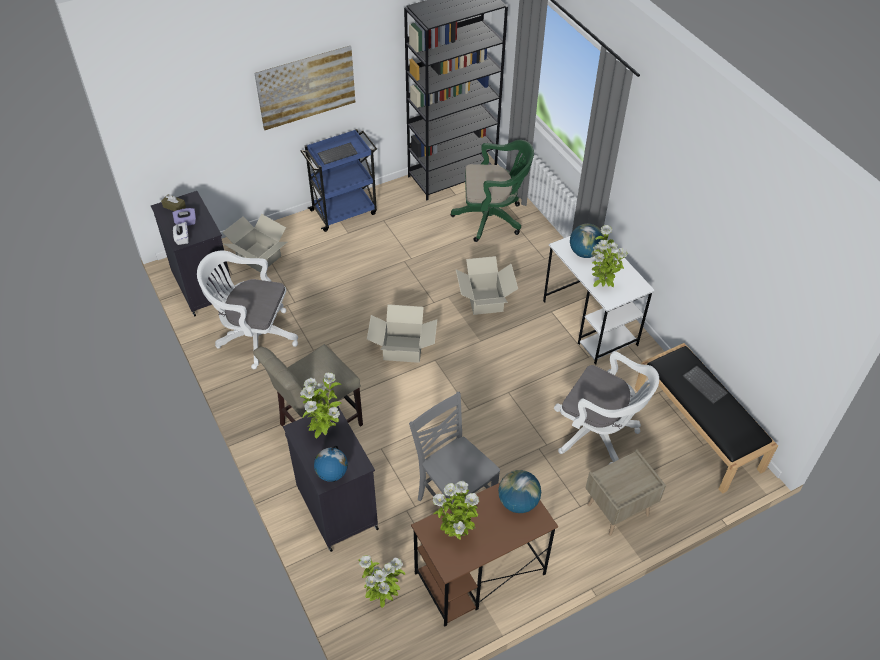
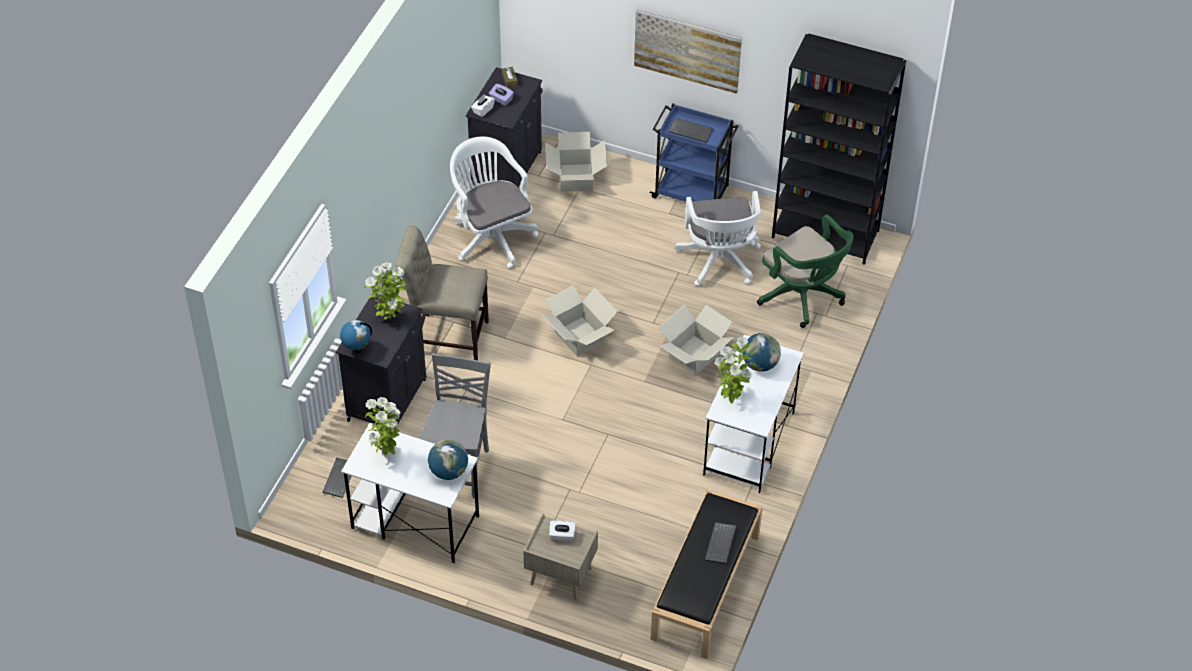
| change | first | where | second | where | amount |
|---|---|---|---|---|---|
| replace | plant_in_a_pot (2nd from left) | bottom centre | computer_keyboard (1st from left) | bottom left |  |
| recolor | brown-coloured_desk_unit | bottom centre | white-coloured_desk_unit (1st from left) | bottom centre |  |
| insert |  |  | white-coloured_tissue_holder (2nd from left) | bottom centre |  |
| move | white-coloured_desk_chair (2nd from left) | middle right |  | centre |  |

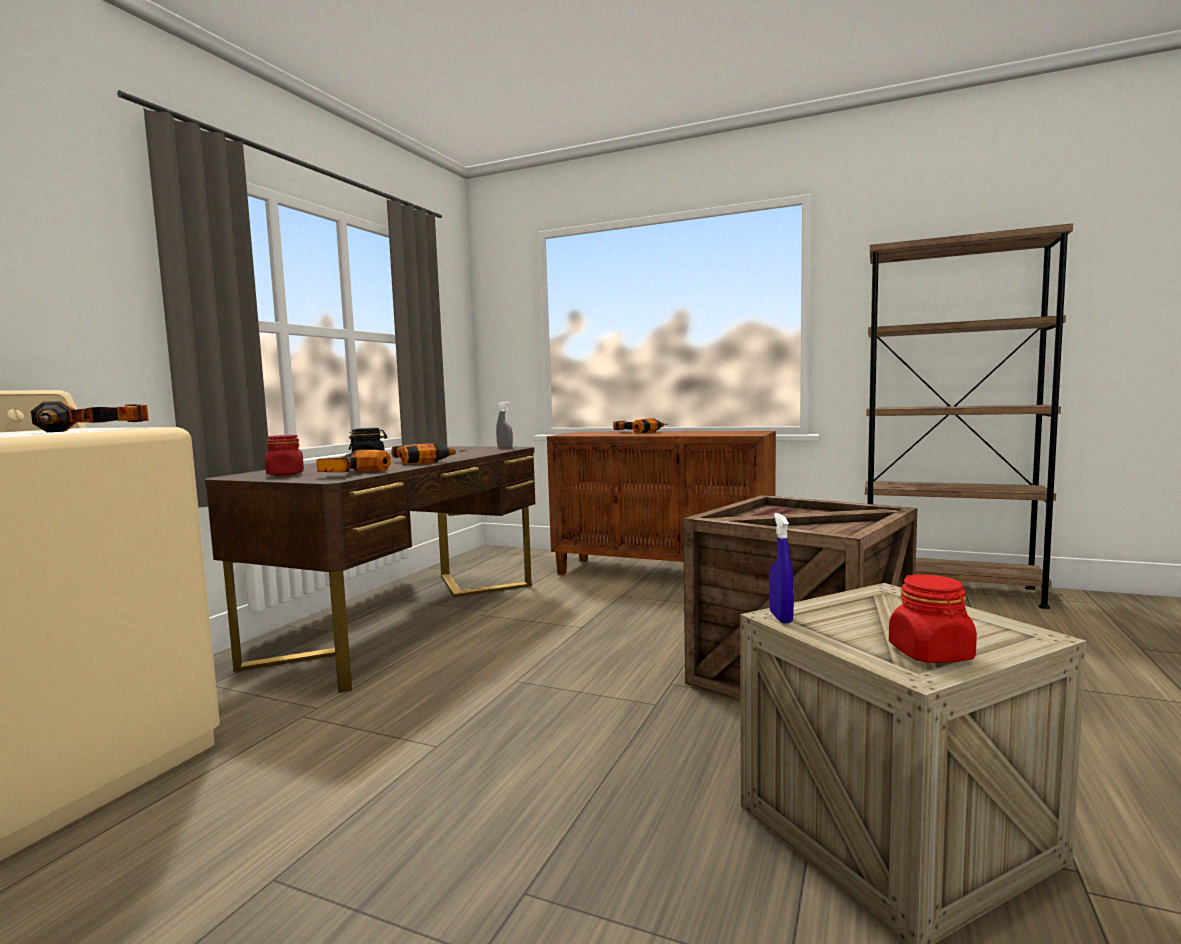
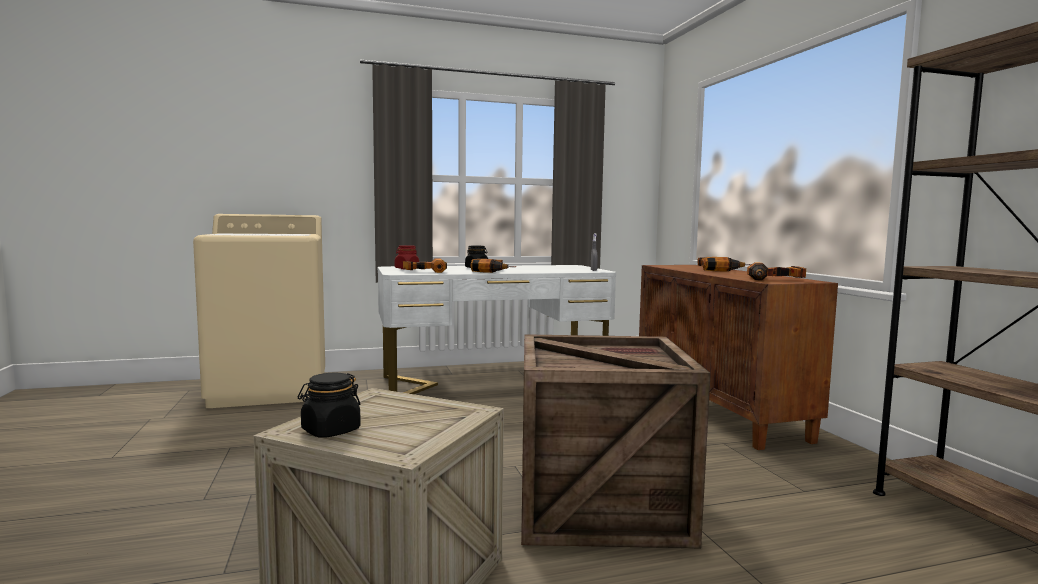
| change | first | where | second | where | amount |
|---|---|---|---|---|---|
| recolor | red_preserve_jar (2nd from left) | middle right | black-coloured_preserve_jar (1st from left) | bottom left |  |
| recolor | brown-coloured_desk_unit | middle left | white-coloured_desk_unit | centre |  |
| move | electric_drill (1st from left in the first image) | middle left | electric_drill (4th from left) | middle right |  |
| delete | bluish_hand_sprayer | centre |  |  |  |

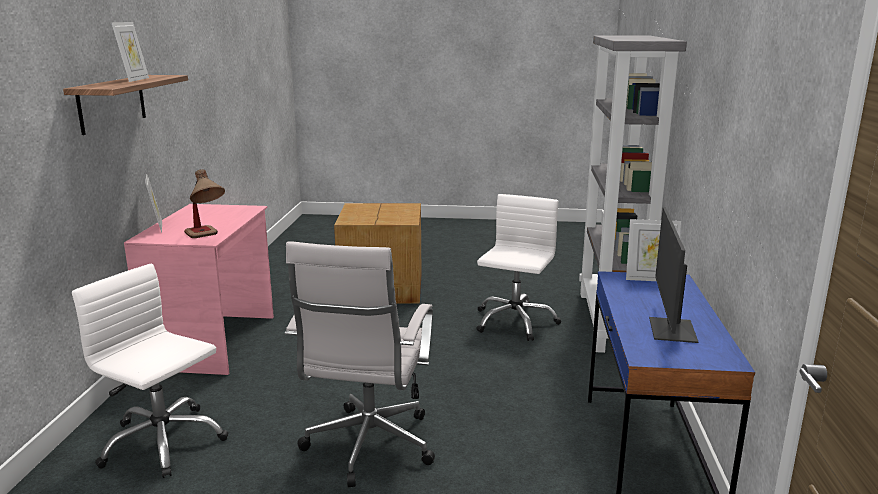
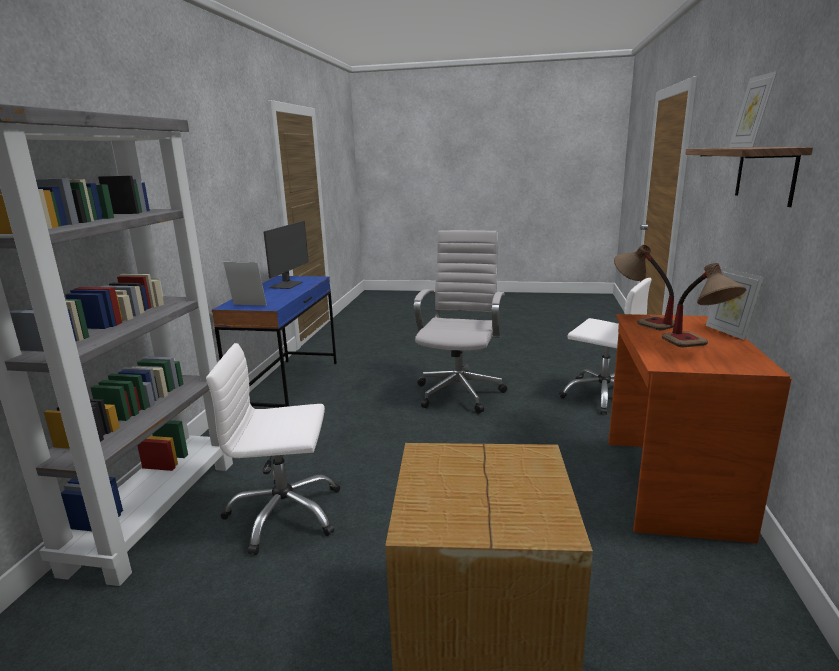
| change | first | where | second | where | amount |
|---|---|---|---|---|---|
| rotate | white-coloured_desk_chair (3rd from left in the first image) | centre | white-coloured_desk_chair (1st from left) | bottom left | 60 degrees clockwise |
| recolor | pink-coloured_desk_unit | middle left | brown-coloured_desk_unit | middle right |  |
| insert |  |  | tabletop_lamp (2nd from left) | middle right |  |

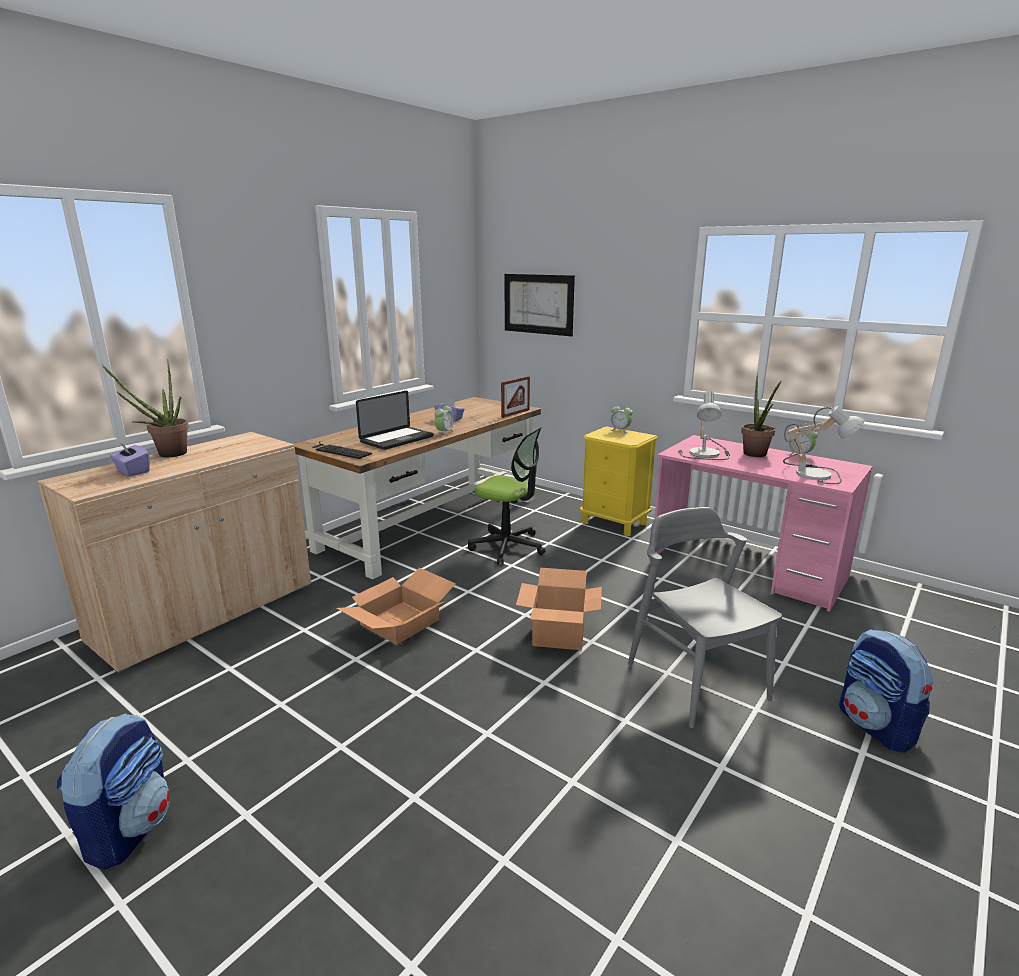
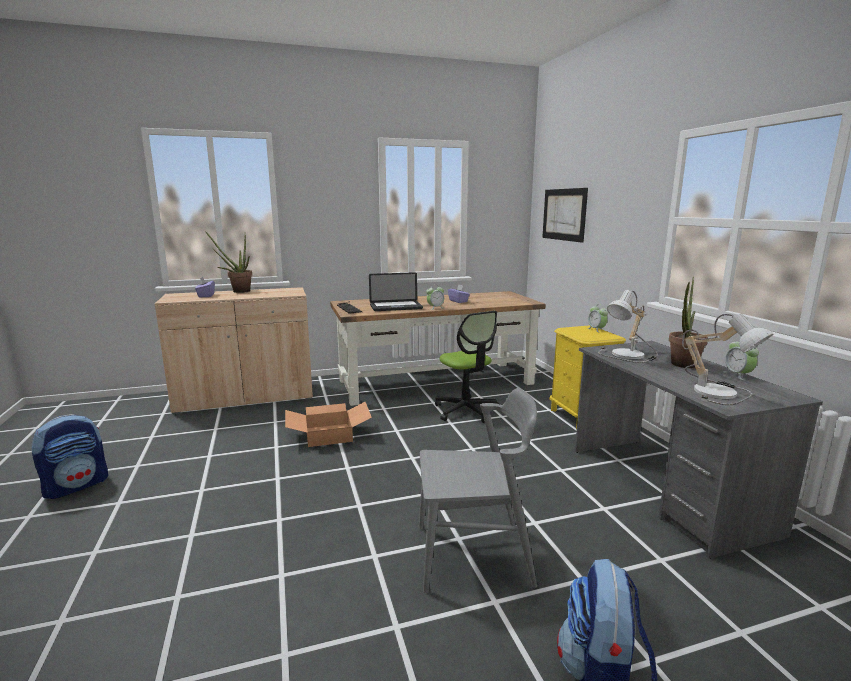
| change | first | where | second | where | amount |
|---|---|---|---|---|---|
| rotate | greyish_chair | middle right |  | bottom centre | 75 degrees clockwise |
| recolor | pink-coloured_desk_unit | middle right | greyish_desk_unit | middle right |  |
| delete | standing_frame | centre |  |  |  |
| delete | carton (2nd from left) | centre |  |  |  |

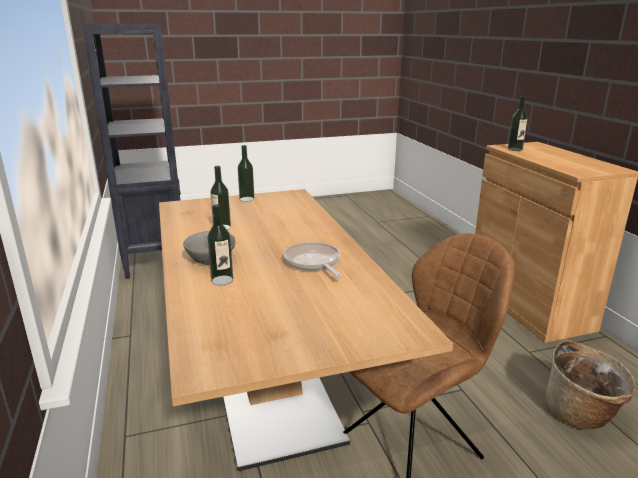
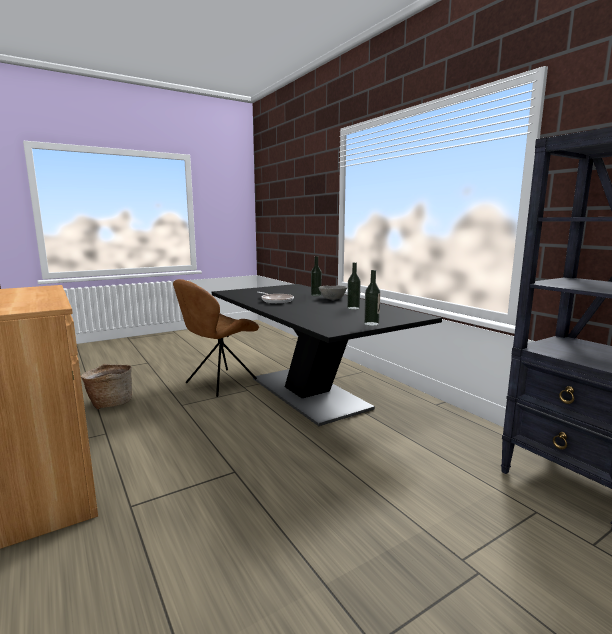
| change | first | where | second | where | amount |
|---|---|---|---|---|---|
| recolor | beige_dinner_table | bottom centre | black-coloured_dinner_table | centre |  |
| delete | drink_bottle (4th from left) | top right |  |  |  |

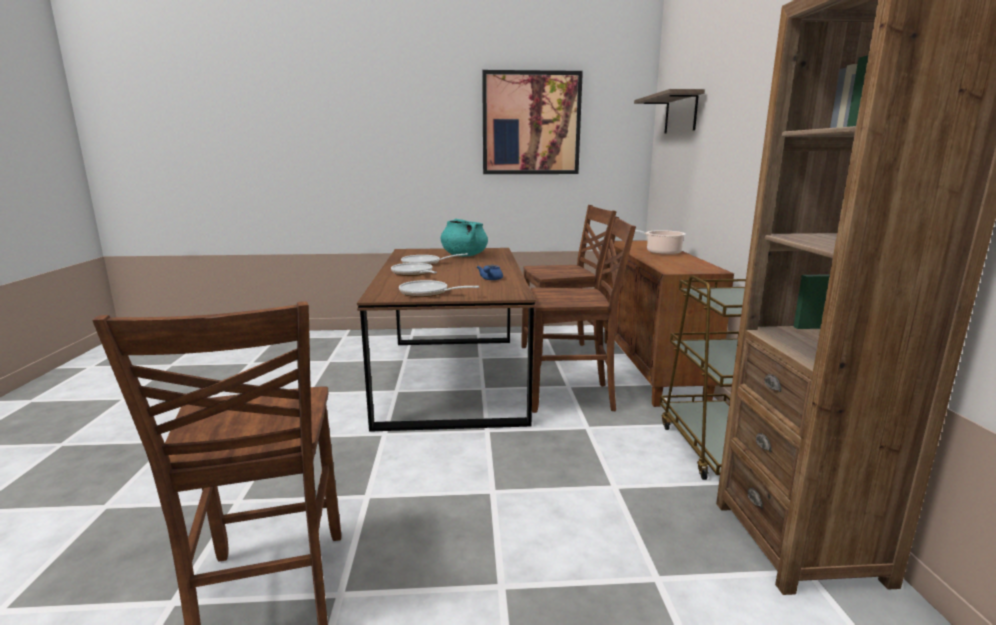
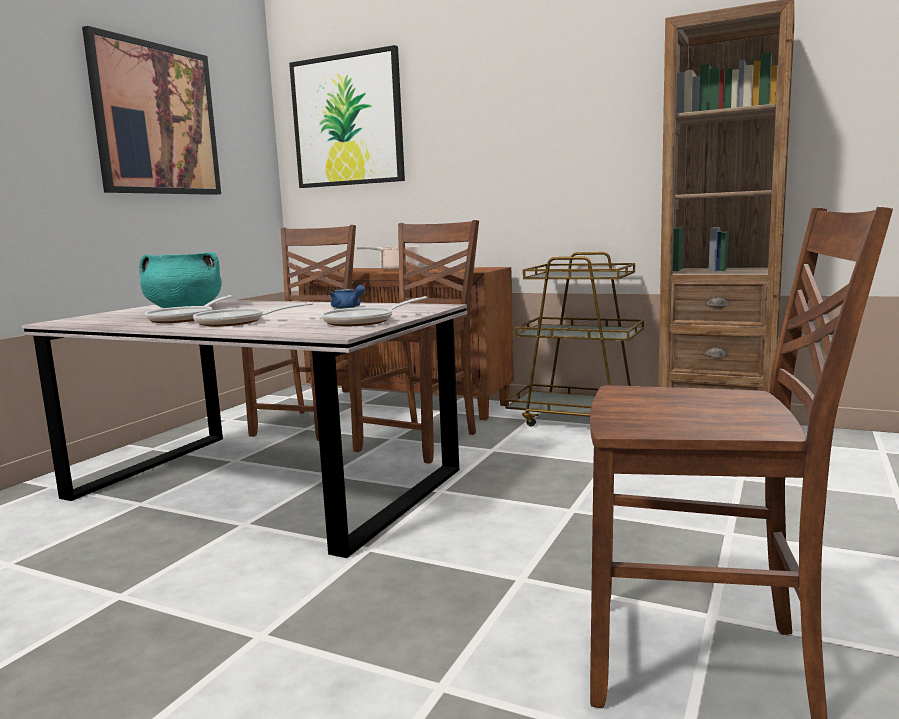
| change | first | where | second | where | amount |
|---|---|---|---|---|---|
| recolor | brown-coloured_dinner_table | centre | greyish_dinner_table | middle left |  |
| replace | shelf | top right | wall_picture (2nd from left) | top centre |  |

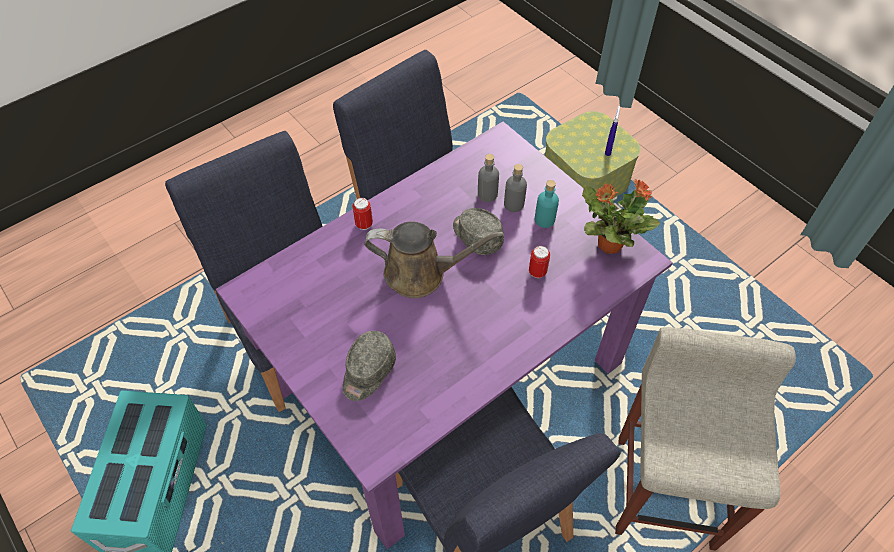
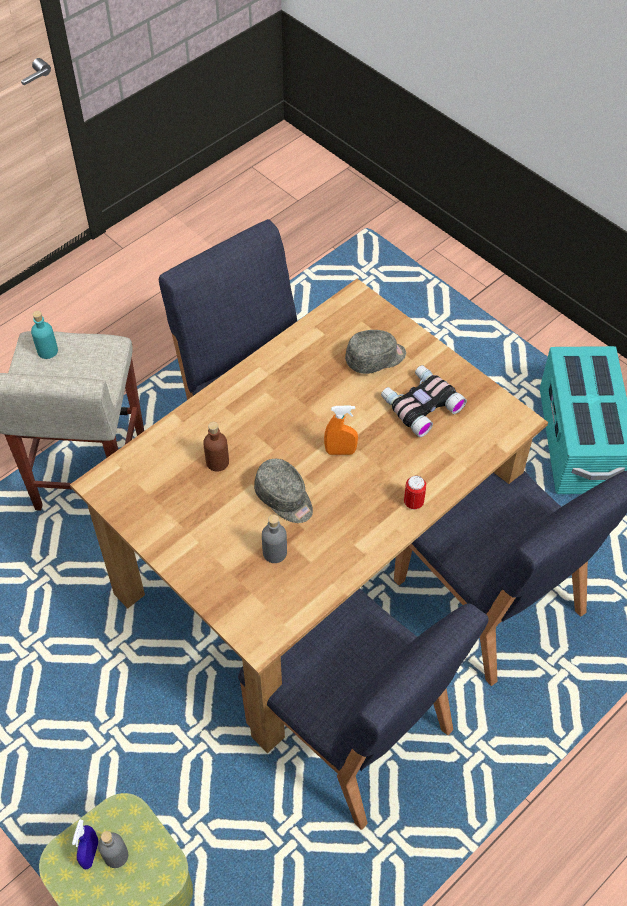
| change | first | where | second | where | amount |
|---|---|---|---|---|---|
| move | turquoise_drink_bottle | centre |  | middle left |  |
| recolor | purplish_dinner_table | centre | brown-coloured_dinner_table | centre |  |
| move | greyish_drink_bottle (2nd from left in the first image) | centre | greyish_drink_bottle (1st from left) | bottom left |  |
| replace | can (2nd from left) | centre | brown-coloured_drink_bottle | centre |  |
| replace | brown-coloured_watering_can | centre | orange-coloured_hand_sprayer | centre |  |
| rotate | greyish_peaked_cap (1st from left in the first image) | centre | greyish_peaked_cap (2nd from left) | centre | 45 degrees clockwise |
| insert |  |  | field_glasses | middle right |  |
| delete | plant_in_a_pot | middle right |  |  |  |

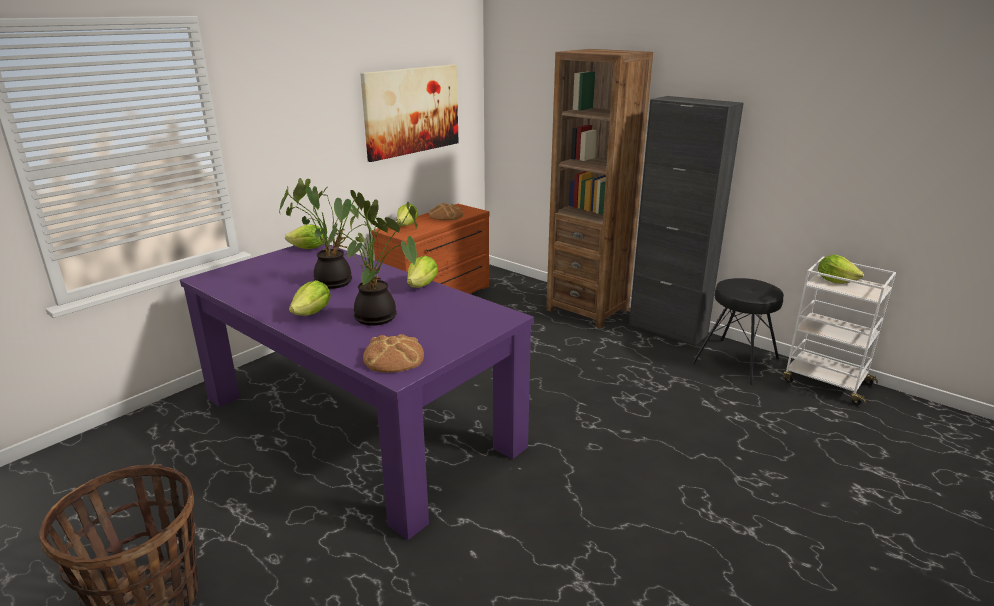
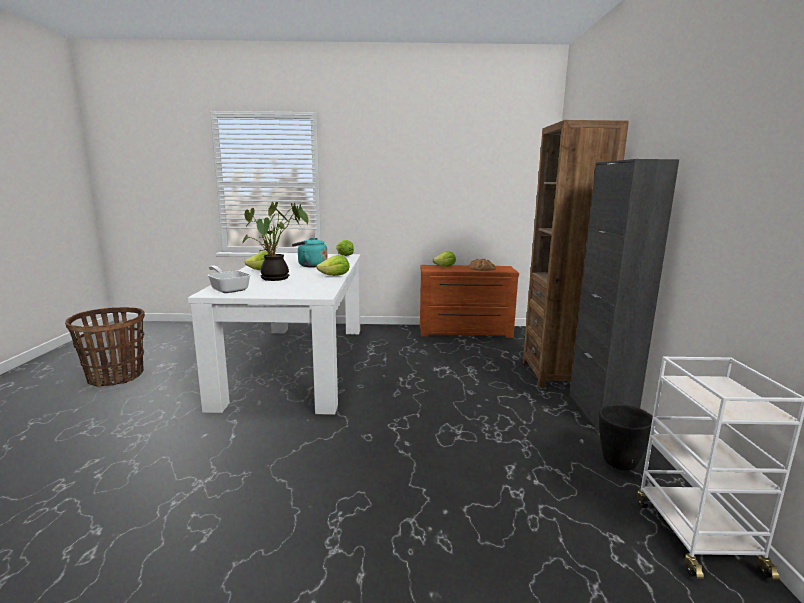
| change | first | where | second | where | amount |
|---|---|---|---|---|---|
| recolor | purplish_dinner_table | centre | white-coloured_dinner_table | centre |  |
| replace | bakery_bread (1st from left) | centre | frying_pan | middle left |  |
| replace | plant_in_a_pot (1st from left) | middle left | turquoise_kettle | centre |  |
| replace | black-coloured_sitting_stool | middle right | black-coloured_flower_pot | bottom right |  |
| delete | wall_picture | top centre |  |  |  |
| delete | head_of_lettuce (5th from left) | middle right |  |  |  |

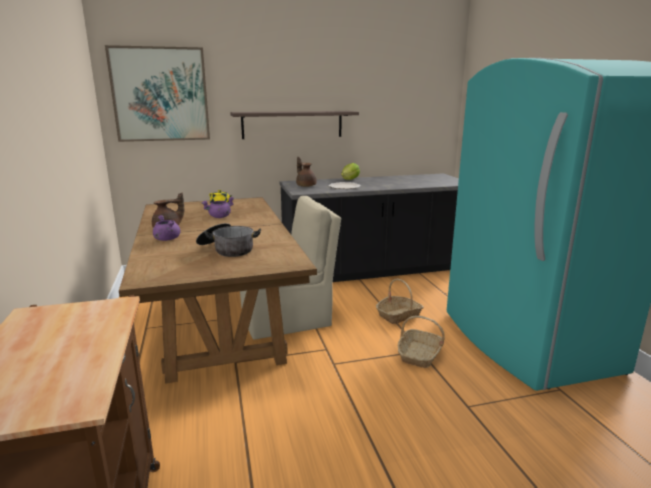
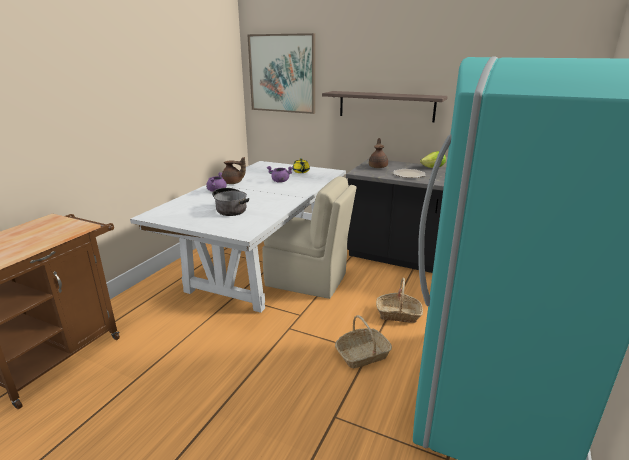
| change | first | where | second | where | amount |
|---|---|---|---|---|---|
| recolor | brown-coloured_dinner_table | centre | white-coloured_dinner_table | centre |  |

